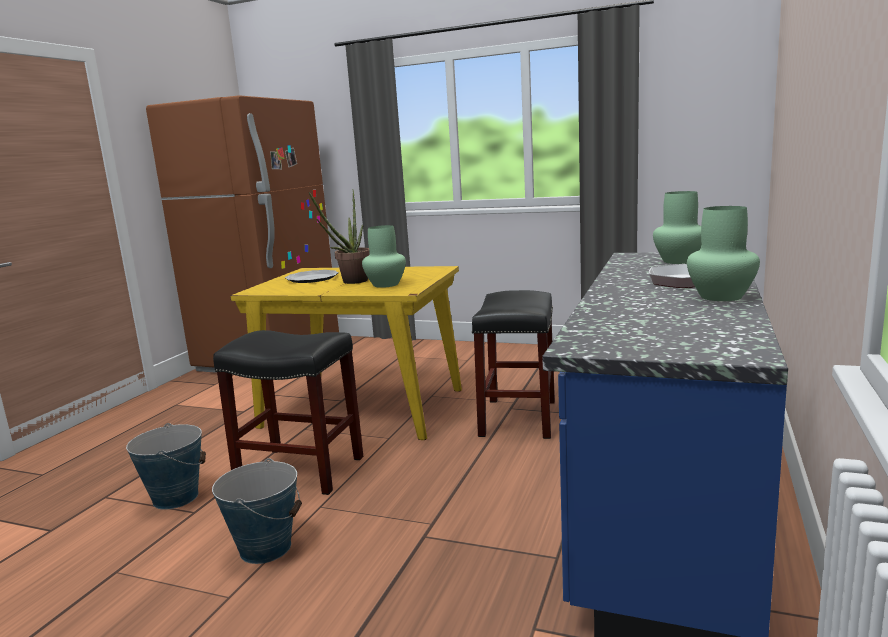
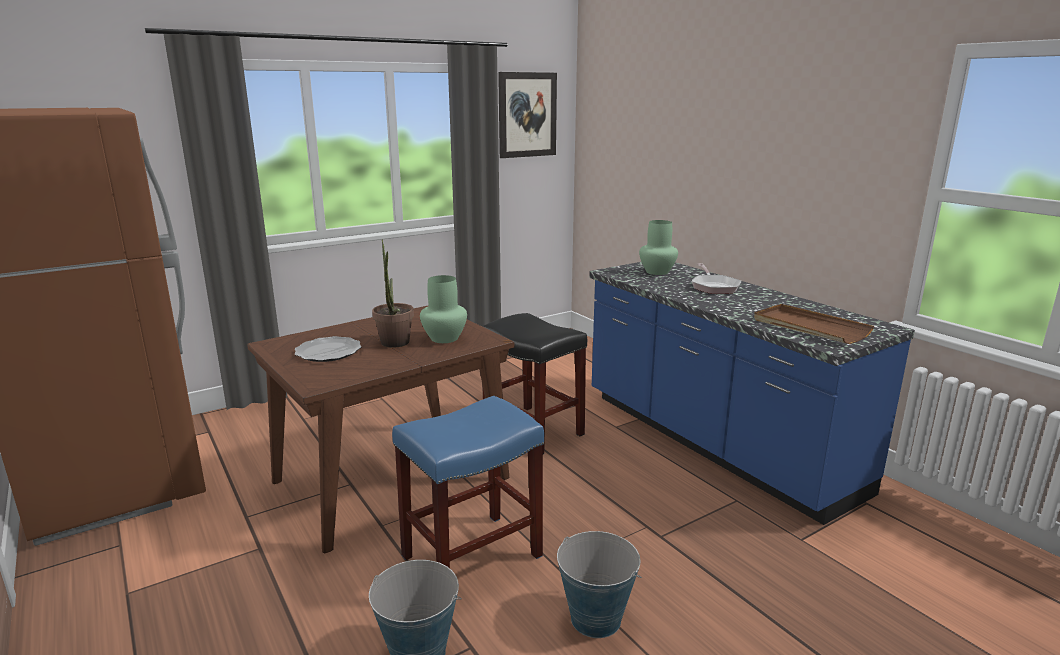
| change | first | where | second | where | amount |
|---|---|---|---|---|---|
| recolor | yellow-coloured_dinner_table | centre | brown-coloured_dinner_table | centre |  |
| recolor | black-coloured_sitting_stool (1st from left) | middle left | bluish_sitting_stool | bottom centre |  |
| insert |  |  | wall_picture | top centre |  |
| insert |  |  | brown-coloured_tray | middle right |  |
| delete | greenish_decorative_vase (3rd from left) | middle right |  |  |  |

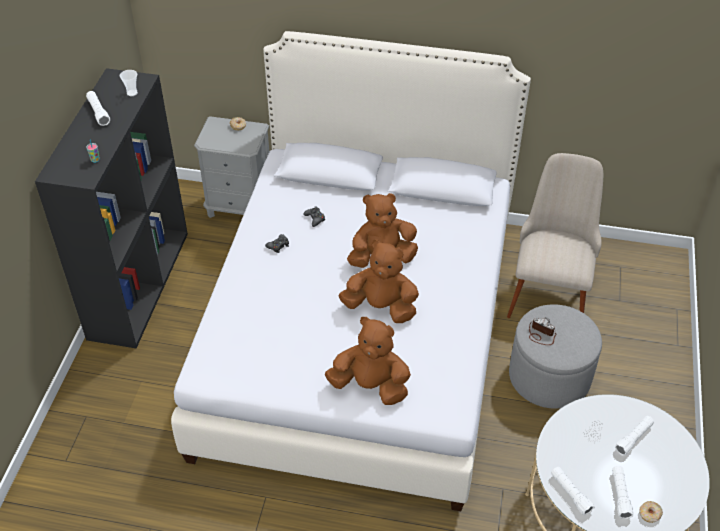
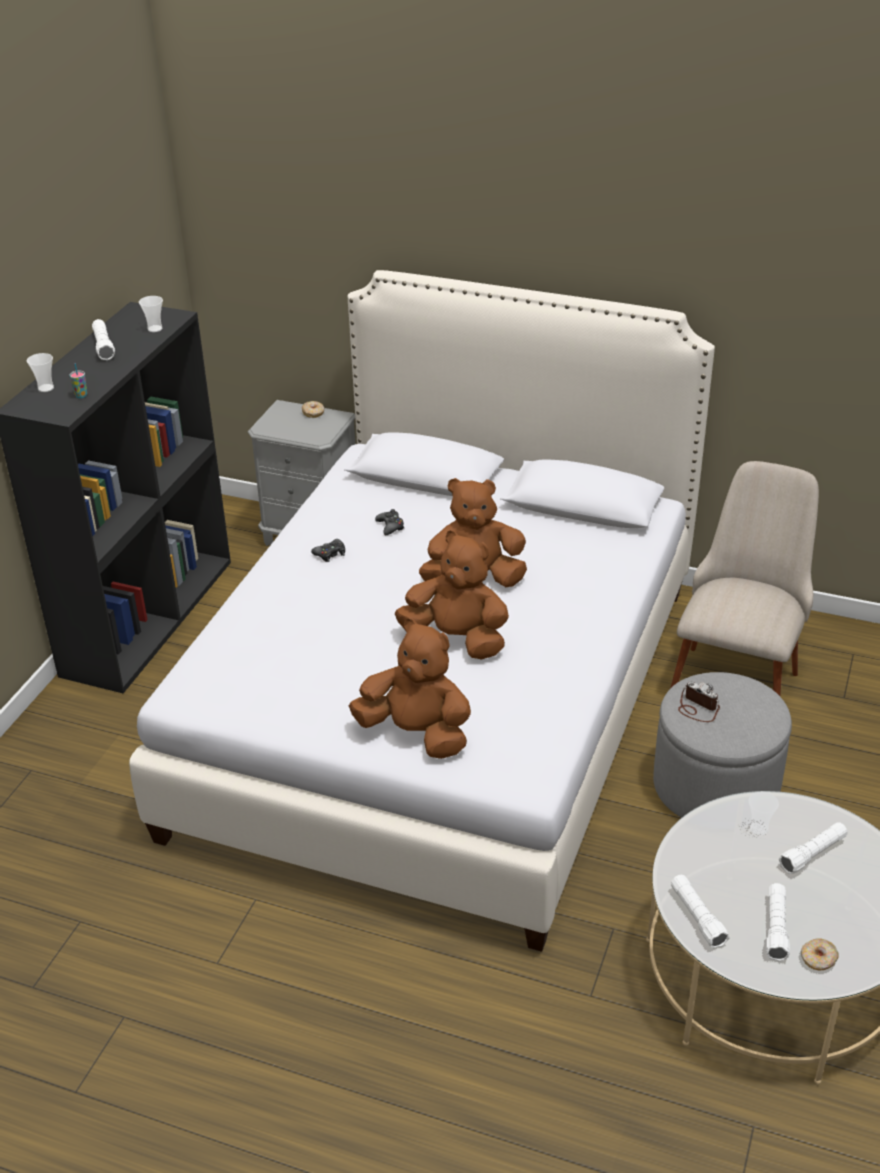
| change | first | where | second | where | amount |
|---|---|---|---|---|---|
| insert |  |  | small_cup (1st from left) | top left |  |

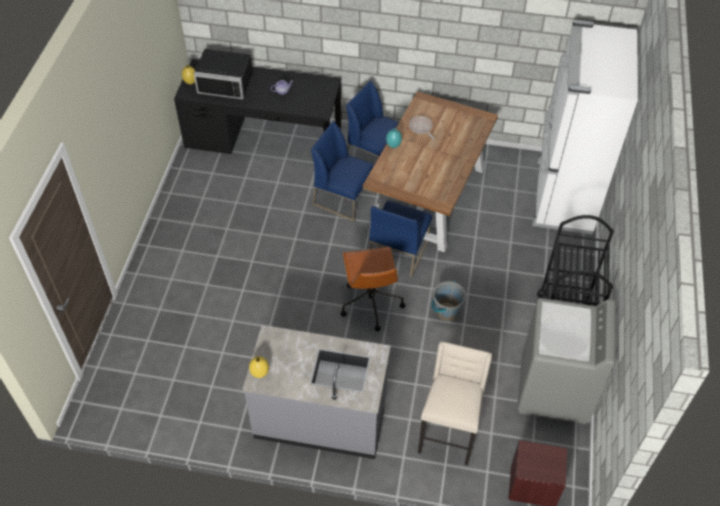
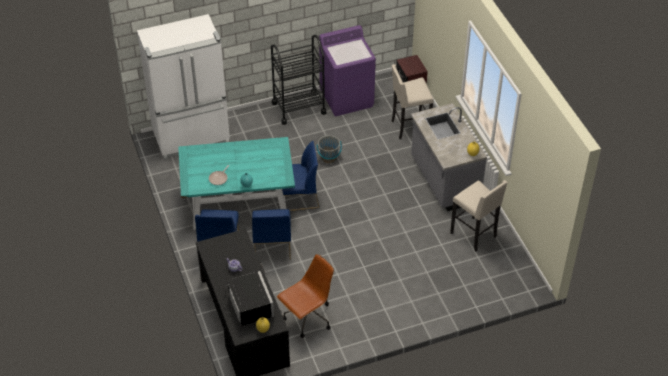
| change | first | where | second | where | amount |
|---|---|---|---|---|---|
| recolor | brown-coloured_dinner_table | centre | turquoise_dinner_table | centre |  |
| move | brown-coloured_desk_chair | centre |  | bottom centre |  |
| recolor | greyish_laundry_appliance | bottom right | purplish_laundry_appliance | top centre |  |
| insert |  |  | beige_sitting_stool (2nd from left) | middle right |  |

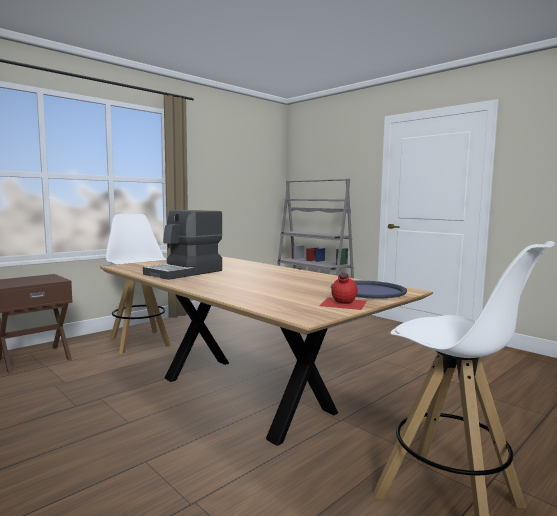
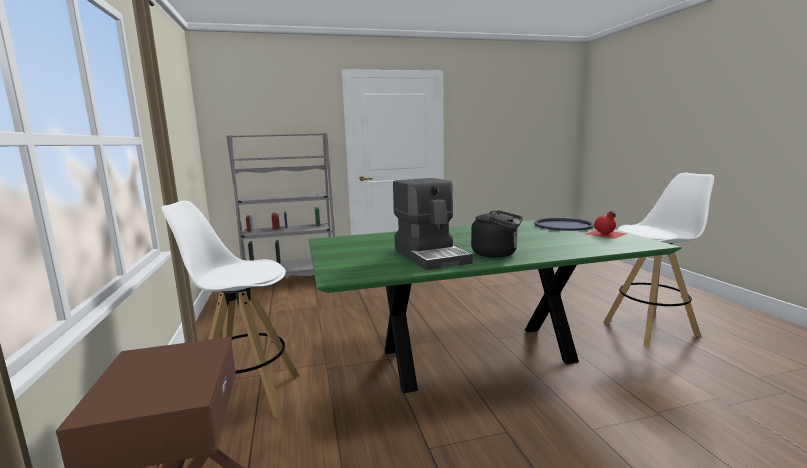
| change | first | where | second | where | amount |
|---|---|---|---|---|---|
| recolor | brown-coloured_dinner_table | bottom centre | greenish_dinner_table | centre |  |
| insert |  |  | black-coloured_kettle | centre |  |

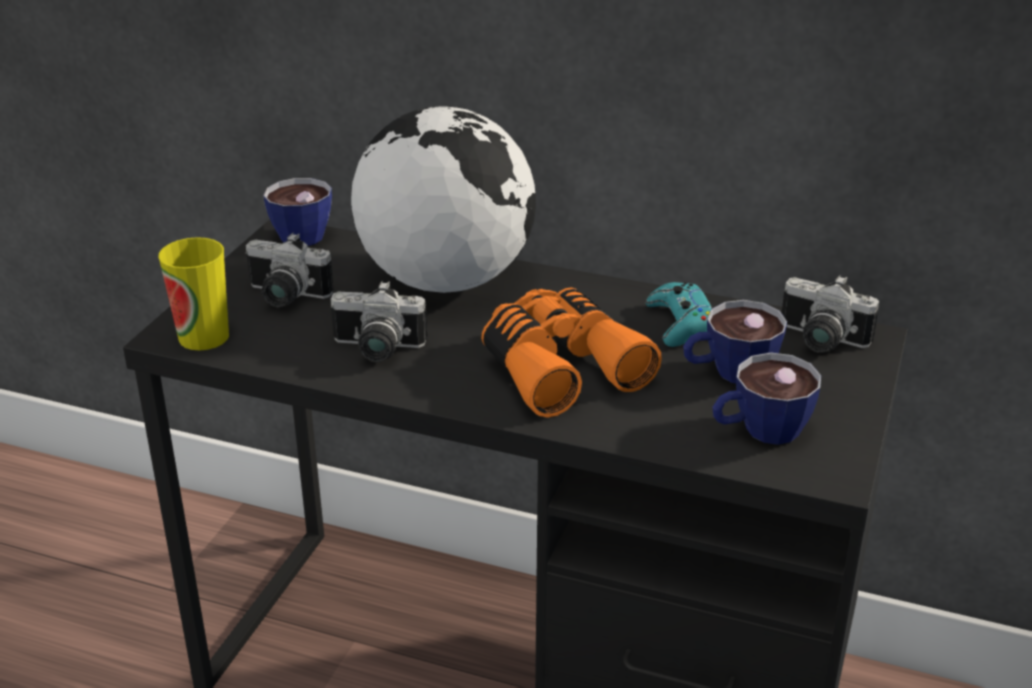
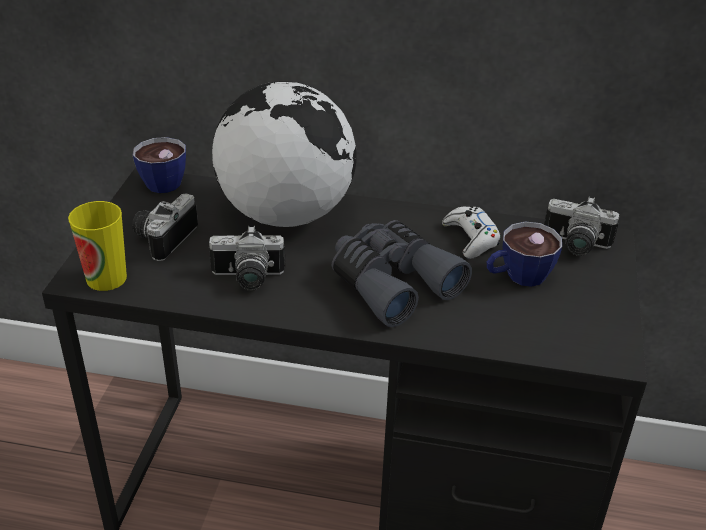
| change | first | where | second | where | amount |
|---|---|---|---|---|---|
| rotate | photo_camera (1st from left) | middle left |  | middle left | 105 degrees clockwise |
| recolor | orange-coloured_field_glasses | centre | greyish_field_glasses | centre |  |
| recolor | turquoise_joypad | centre | white-coloured_joypad | middle right |  |
| delete | small_cup (4th from left) | middle right |  |  |  |

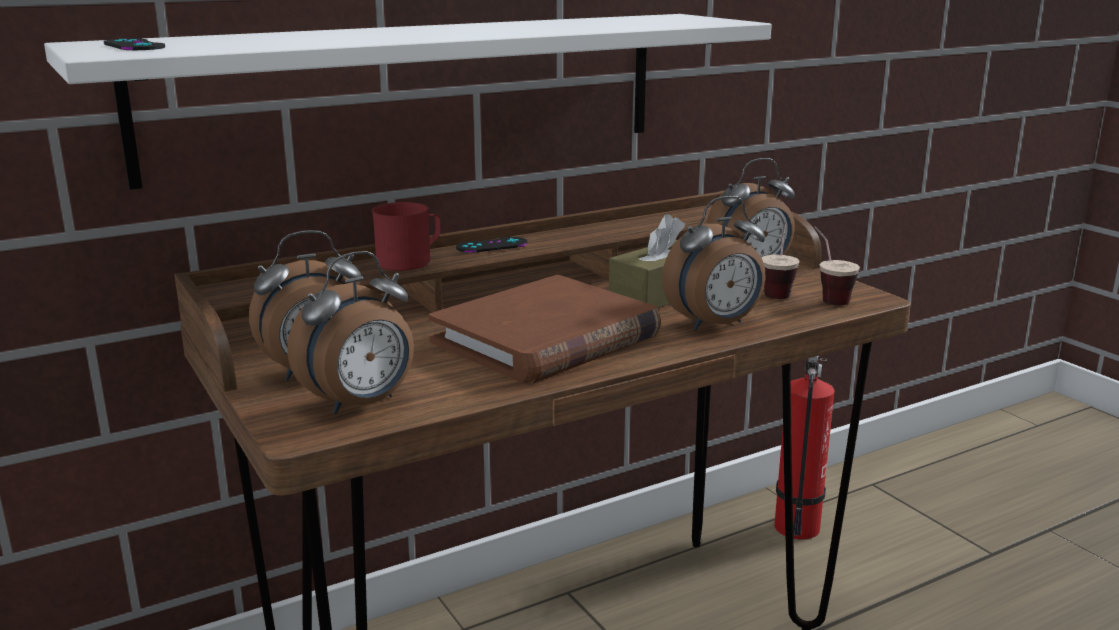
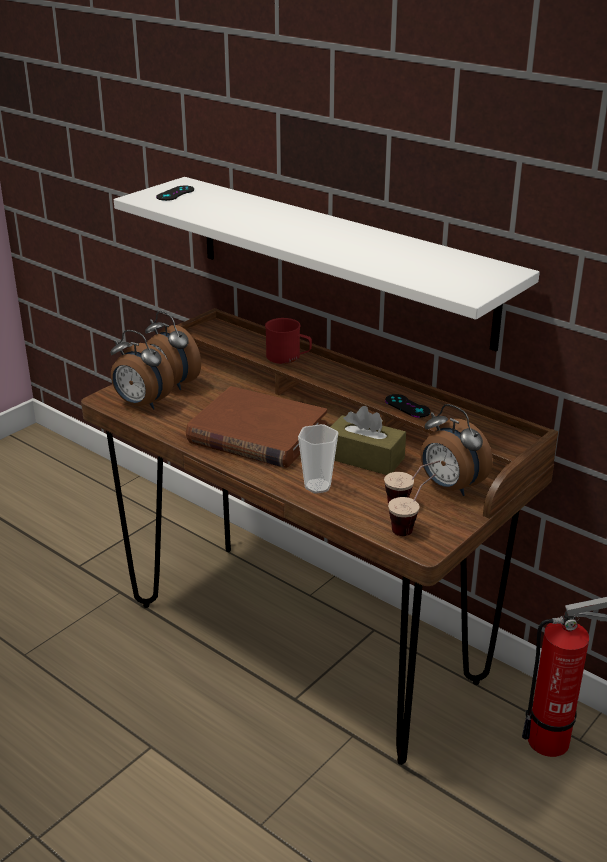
| change | first | where | second | where | amount |
|---|---|---|---|---|---|
| replace | table_clock (3rd from left) | centre | small_cup (1st from left) | centre |  |
| move | black-coloured_joypad (2nd from left) | centre |  | middle right |  |

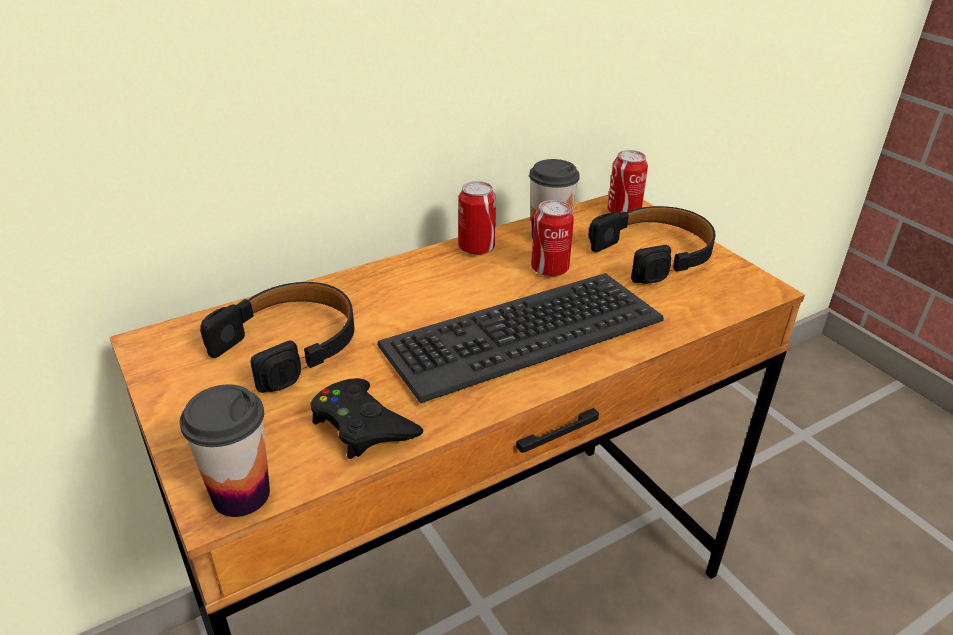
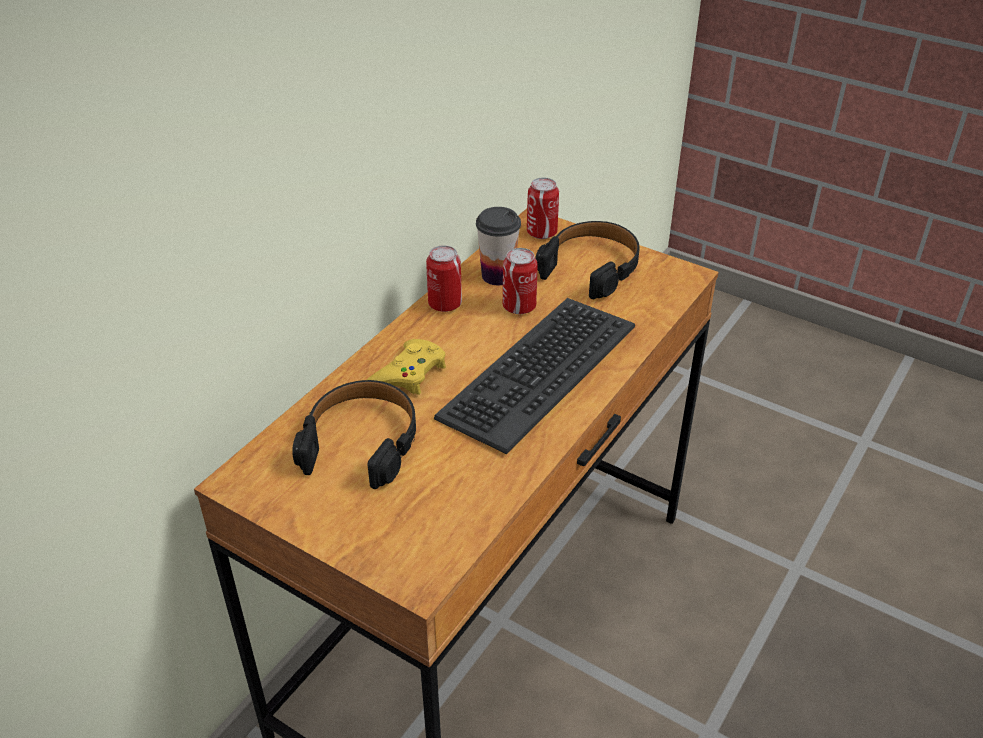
| change | first | where | second | where | amount |
|---|---|---|---|---|---|
| insert |  |  | yellow-coloured_joypad | centre |  |
| delete | small_cup (1st from left) | bottom left |  |  |  |
| delete | black-coloured_joypad | centre |  |  |  |

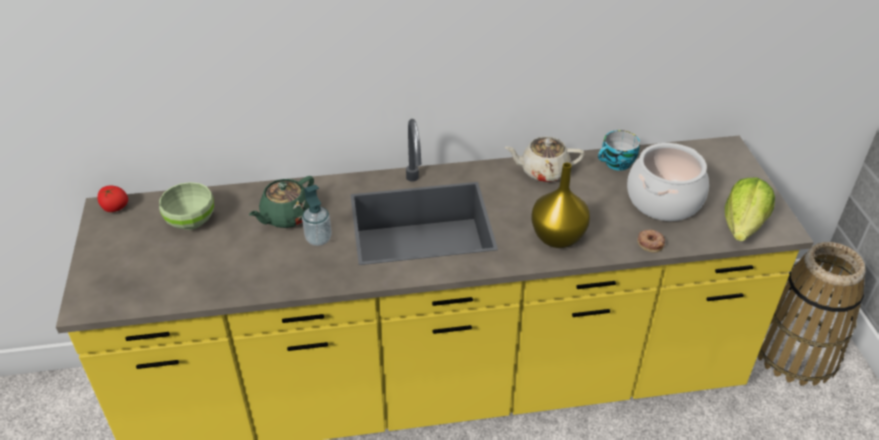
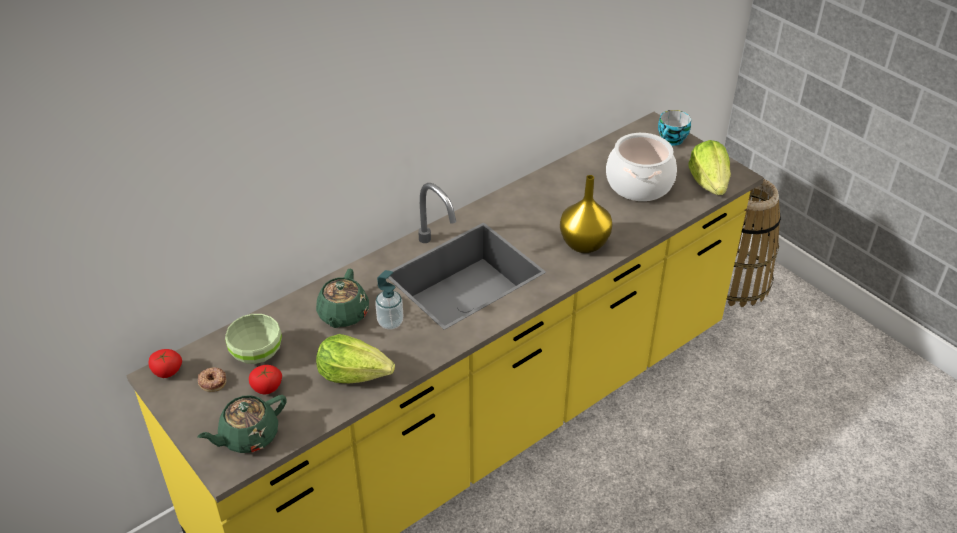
| change | first | where | second | where | amount |
|---|---|---|---|---|---|
| insert |  |  | greenish_pot_for_tea (1st from left) | bottom left |  |
| move | donut | middle right |  | bottom left |  |
| insert |  |  | fresh_tomato (2nd from left) | bottom left |  |
| insert |  |  | head_of_lettuce (1st from left) | bottom centre |  |
| move | small_cup | middle right |  | top right |  |
| delete | beige_pot_for_tea | centre |  |  |  |

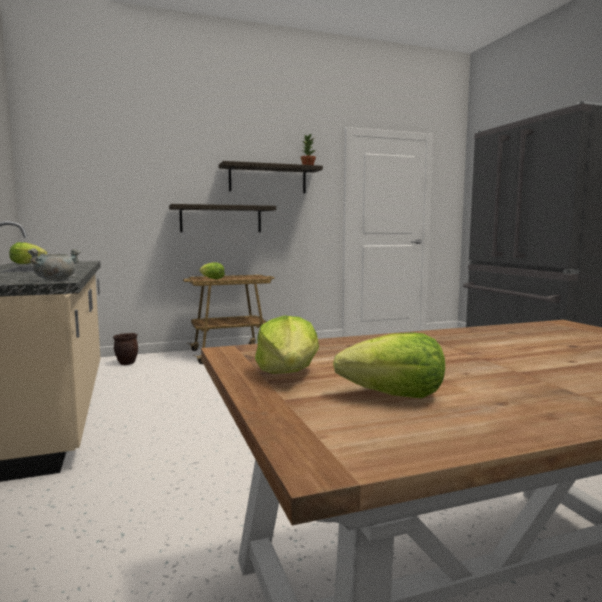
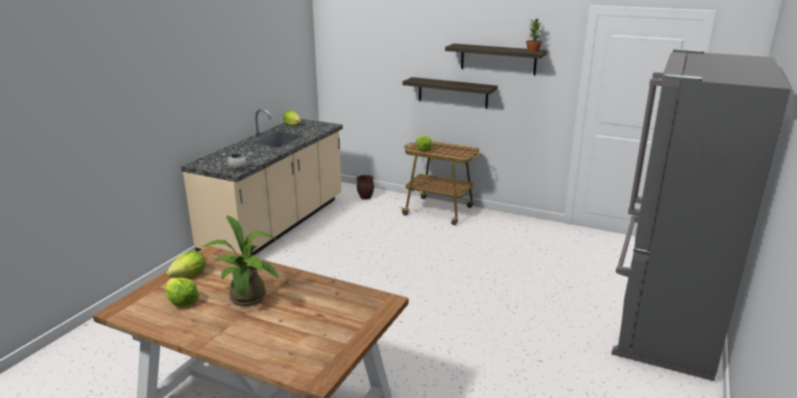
| change | first | where | second | where | amount |
|---|---|---|---|---|---|
| insert |  |  | plant_in_a_pot (1st from left) | middle left |  |

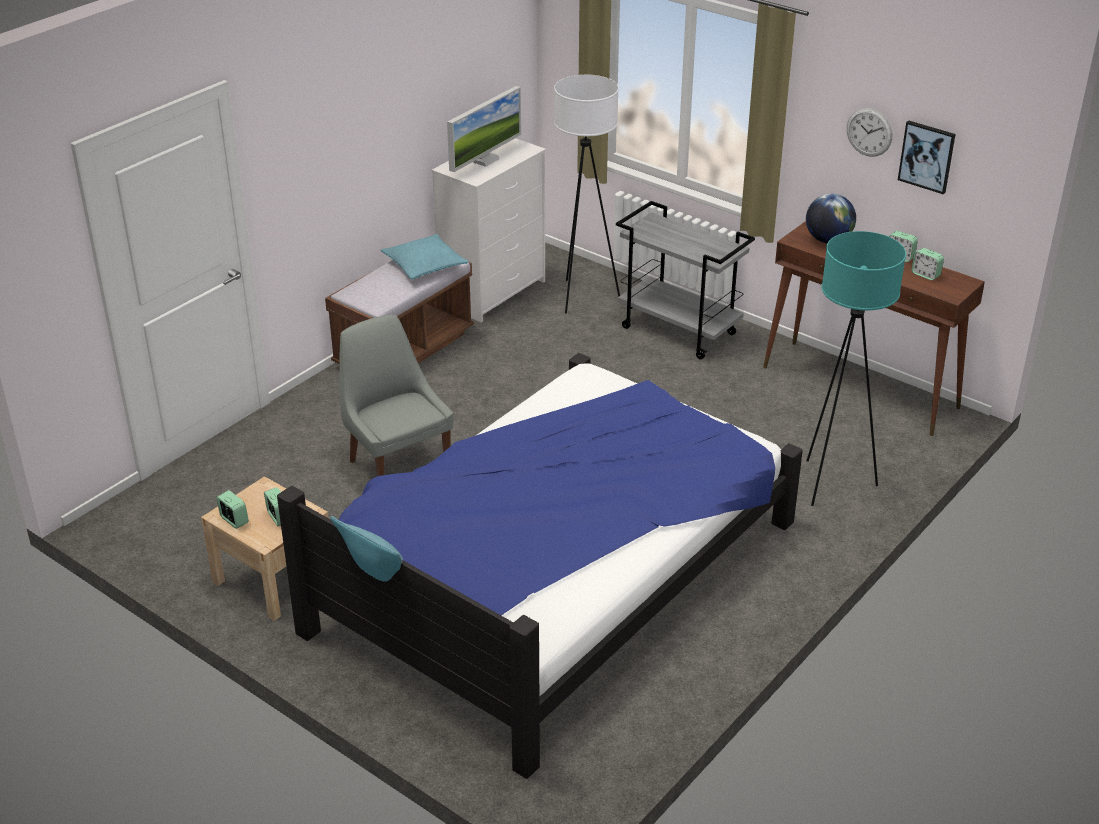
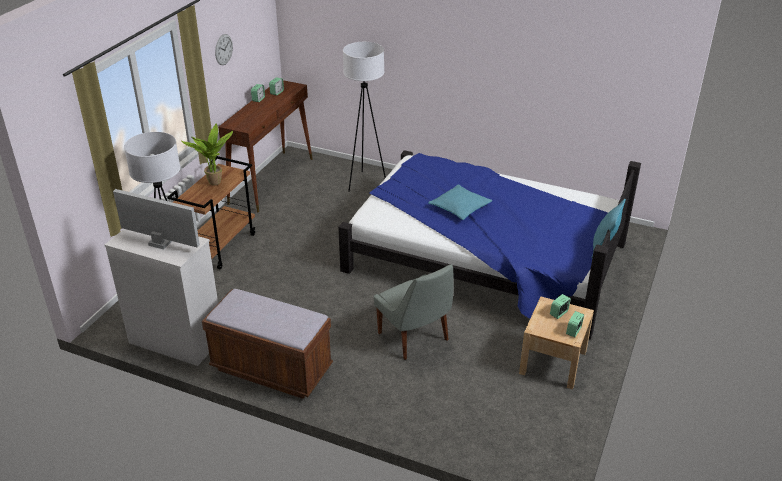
| change | first | where | second | where | amount |
|---|---|---|---|---|---|
| recolor | greyish_wheeled_cart | centre | brown-coloured_wheeled_cart | middle left |  |
| insert |  |  | plant_in_a_pot | top left |  |
| recolor | turquoise_standard_lamp | middle right | white-coloured_standard_lamp (2nd from left) | top centre |  |
| rotate | greyish_chair | centre |  | centre | 75 degrees counterclockwise |
| move | turquoise_cushion (2nd from left in the first image) | top centre | turquoise_cushion (1st from left) | centre |  |
| delete | desk_globe | top right |  |  |  |
| delete | wall_picture | top right |  |  |  |

